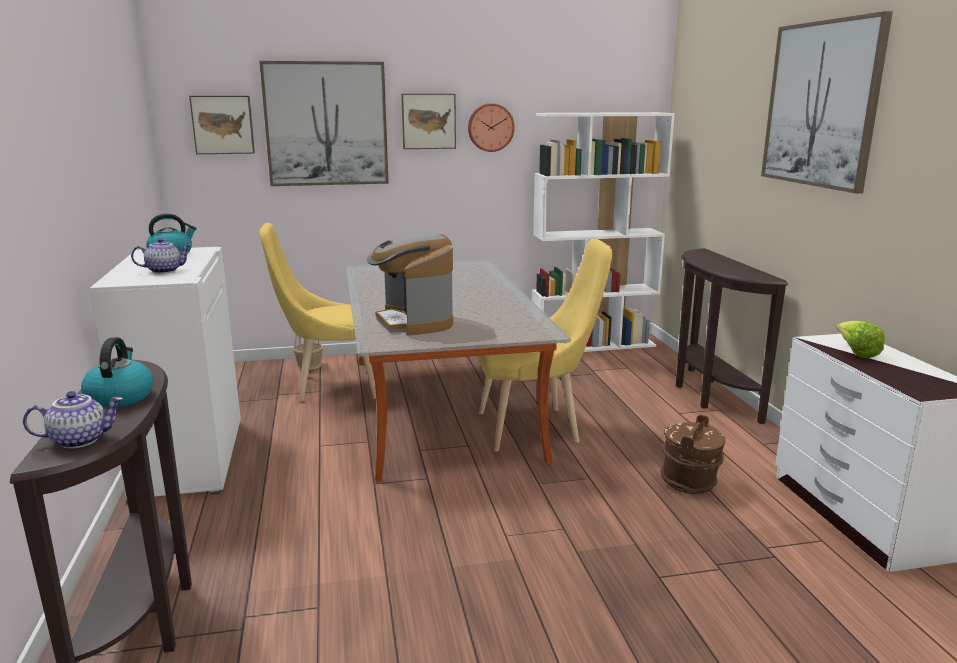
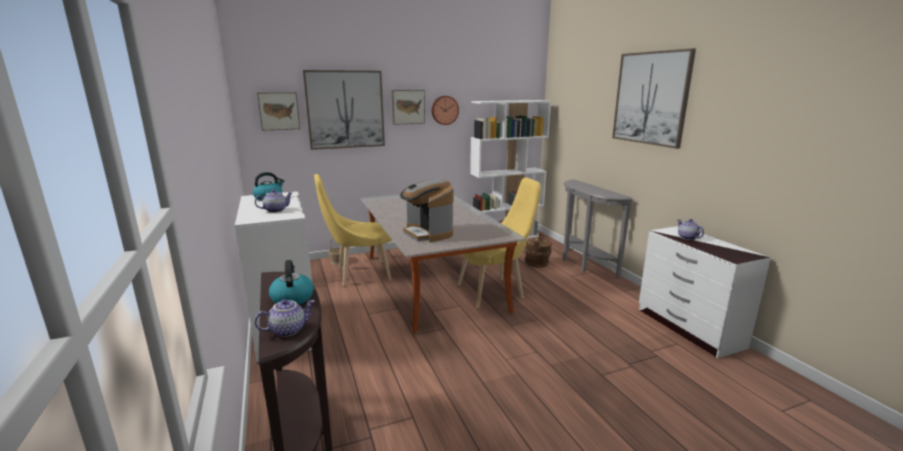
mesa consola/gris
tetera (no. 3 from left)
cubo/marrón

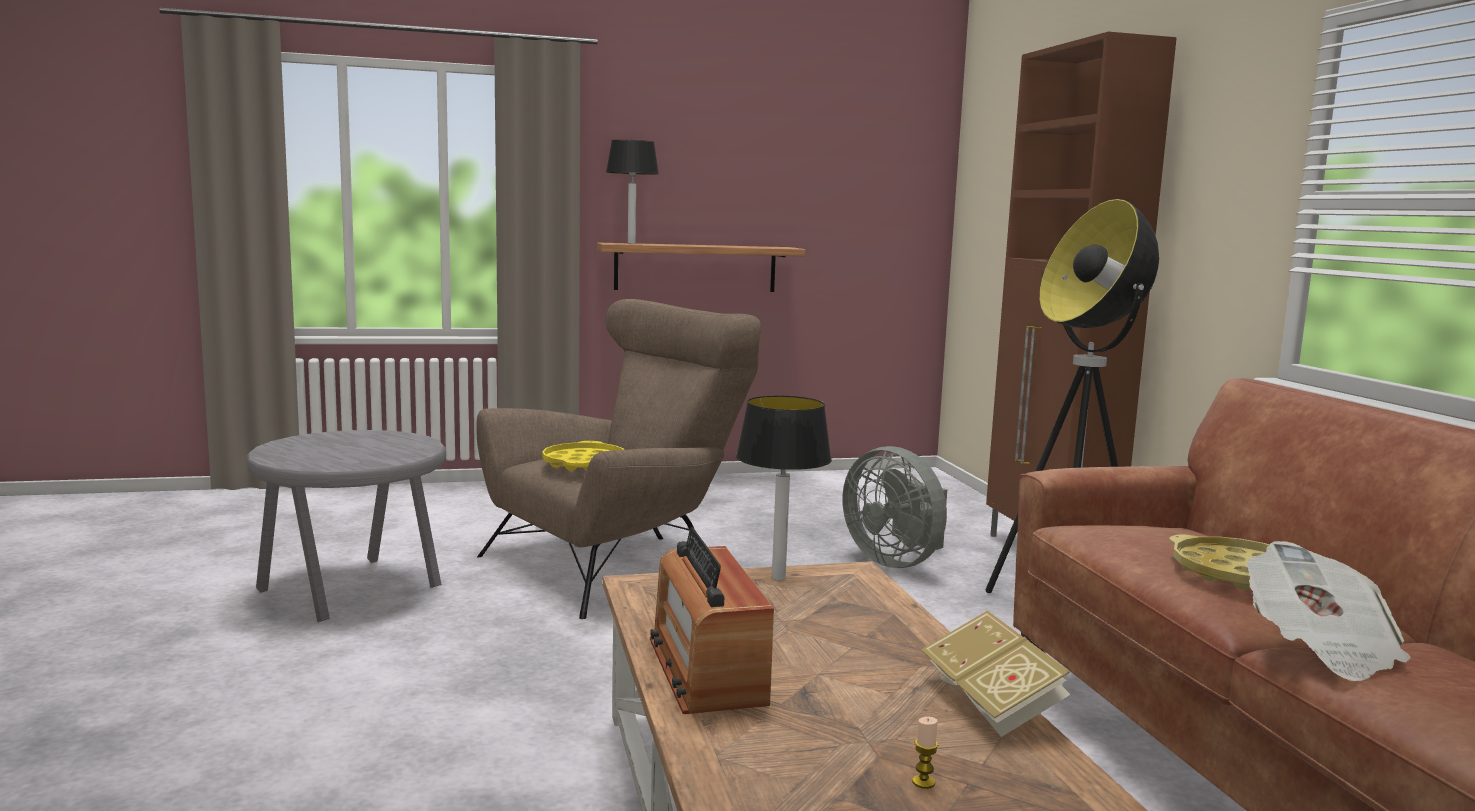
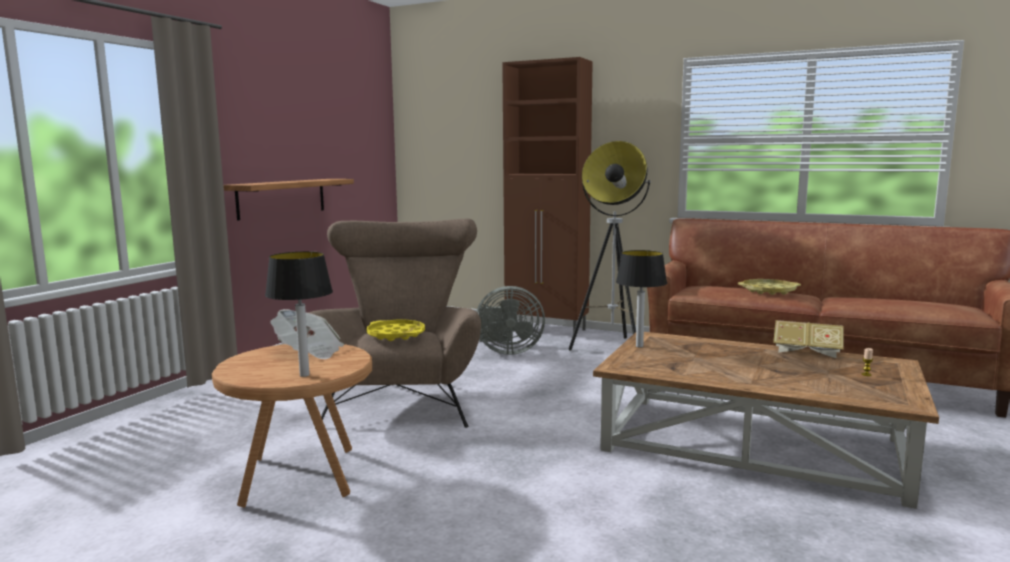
lámpara de mesa (no. 1 from left)
mesa auxiliar/marrón
radio
periódico

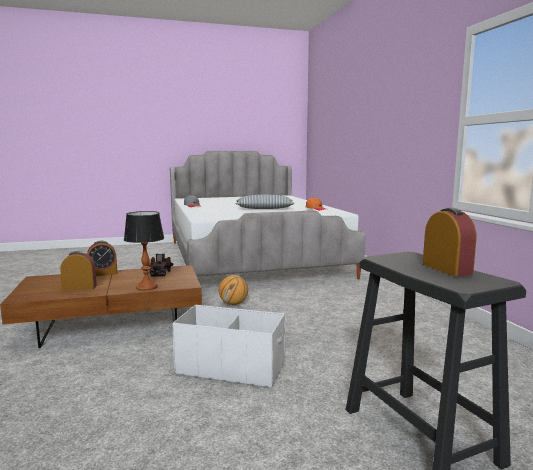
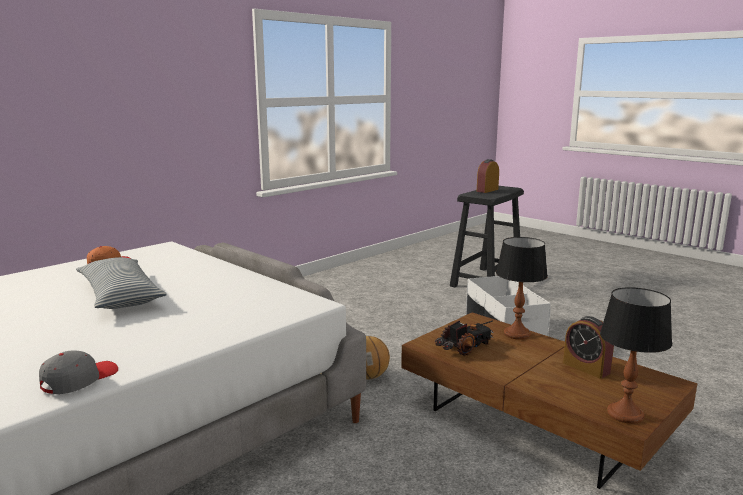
despertador (no. 2 from left in the first image)
lámpara de mesa (no. 2 from left)

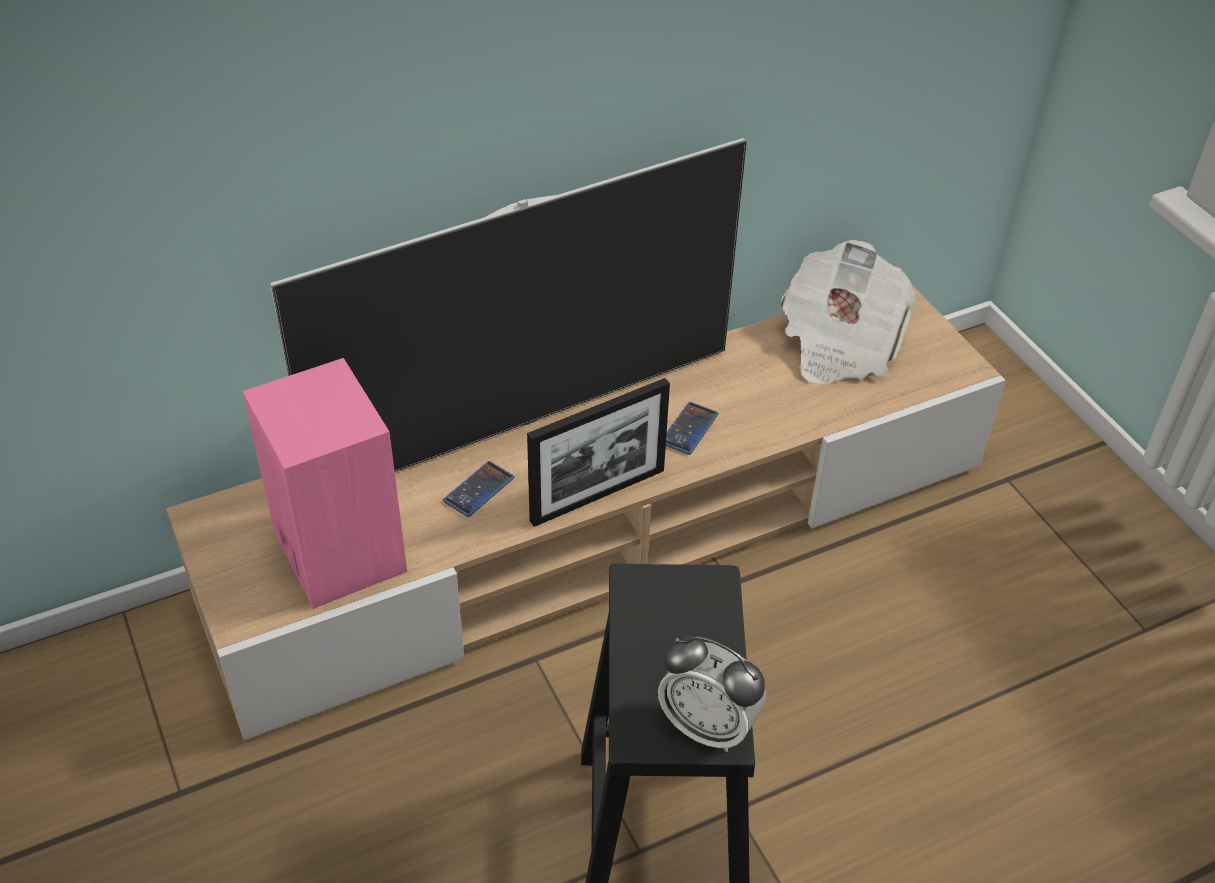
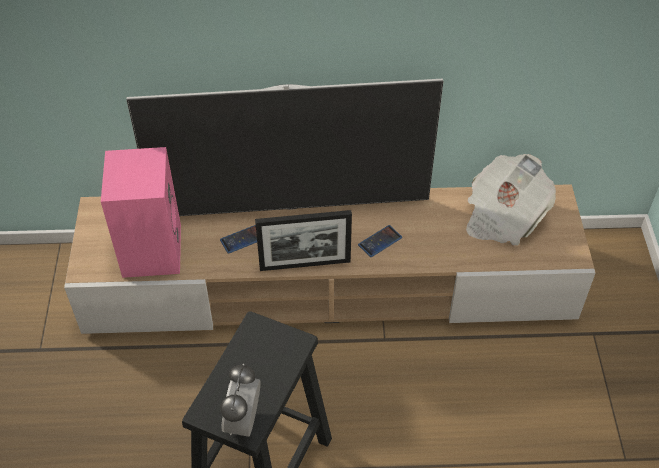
despertador

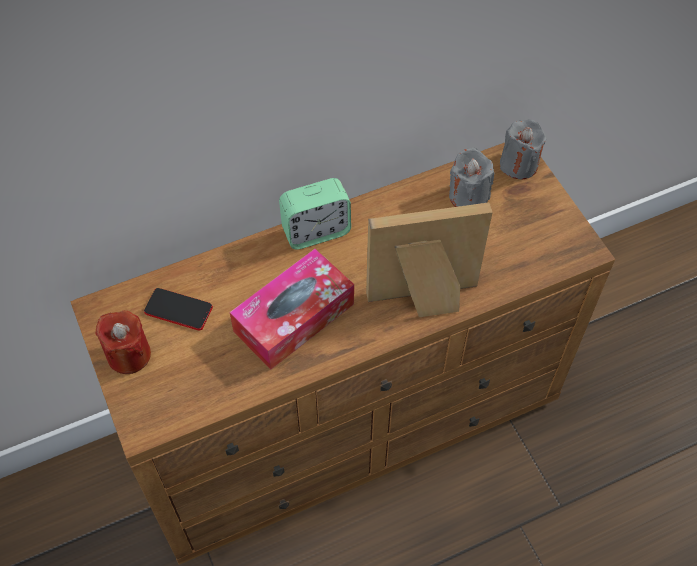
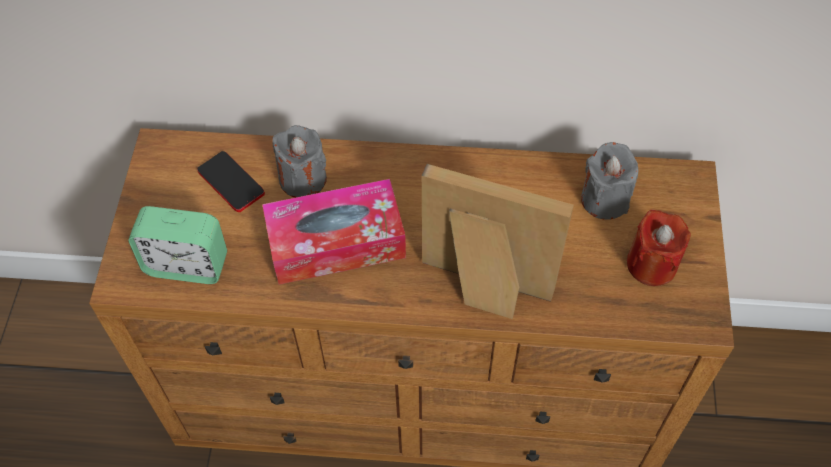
vela/gris (no. 1 from left)
despertador
vela/rojo

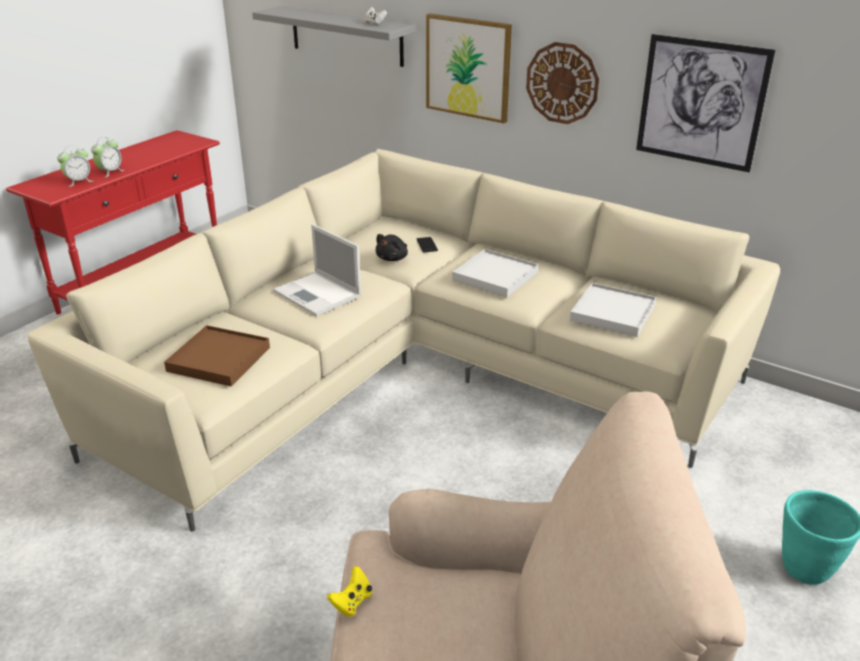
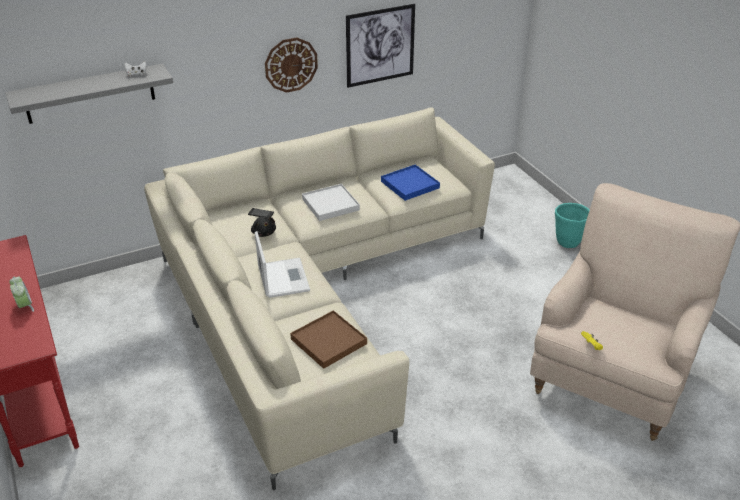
cuadro (no. 1 from left in the first image)
despertador (no. 1 from left in the first image)
portátil
bandeja/azul

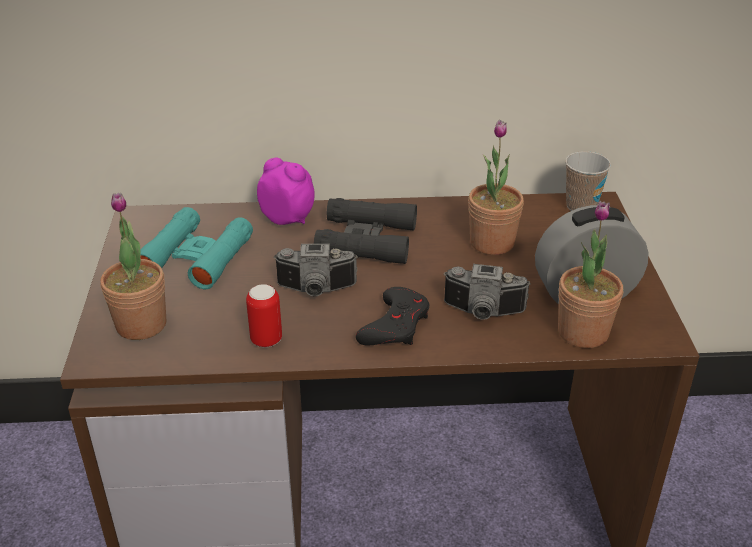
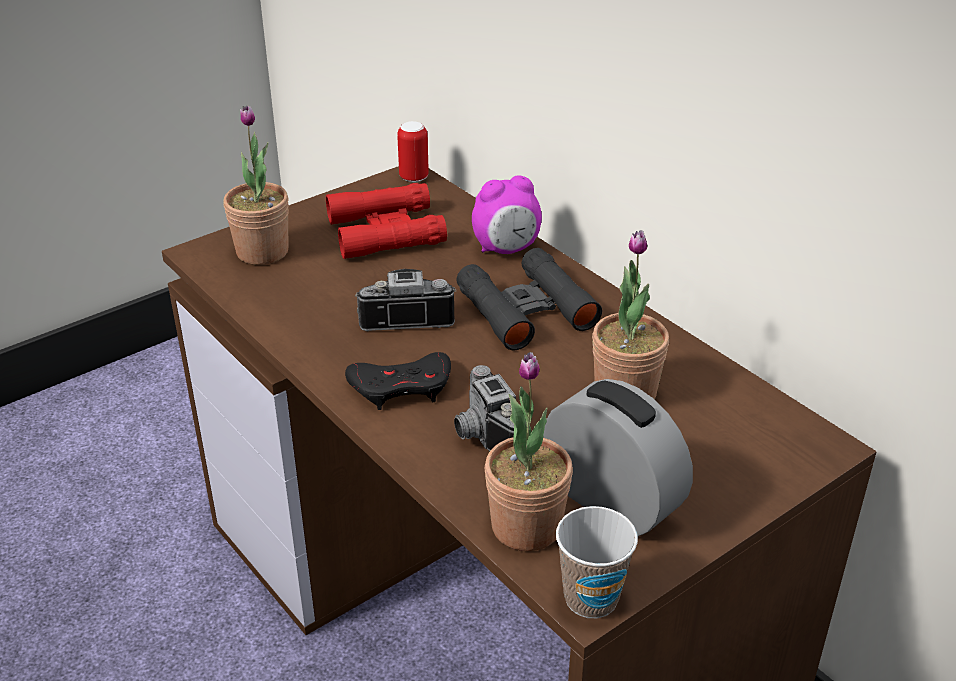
taza
despertador (no. 1 from left)
prismáticos/rojo
cámara (no. 1 from left)
lata

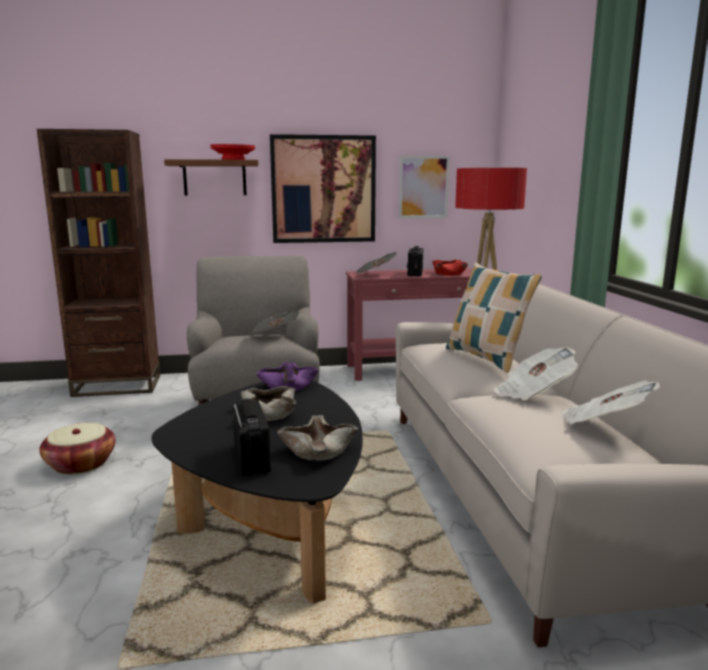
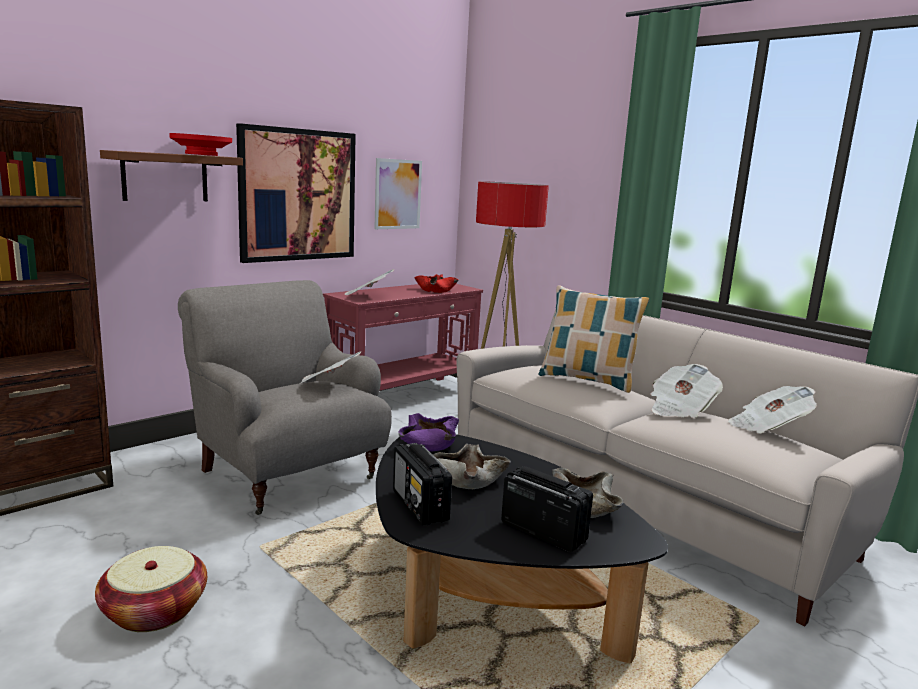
radio (no. 1 from left)

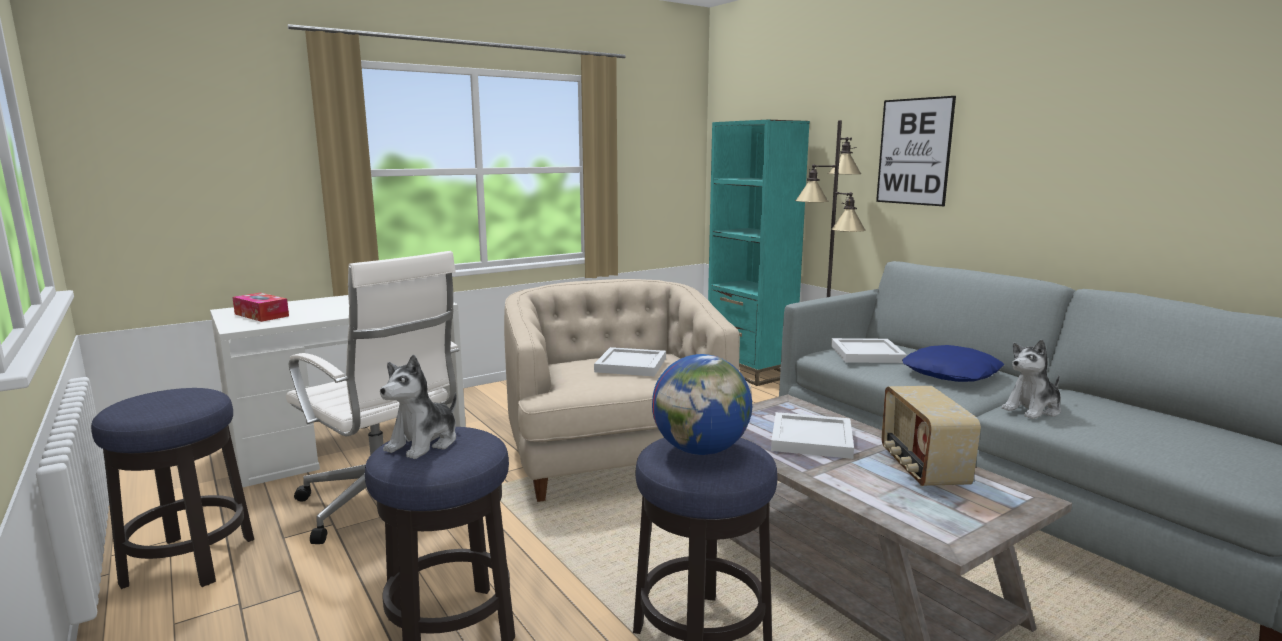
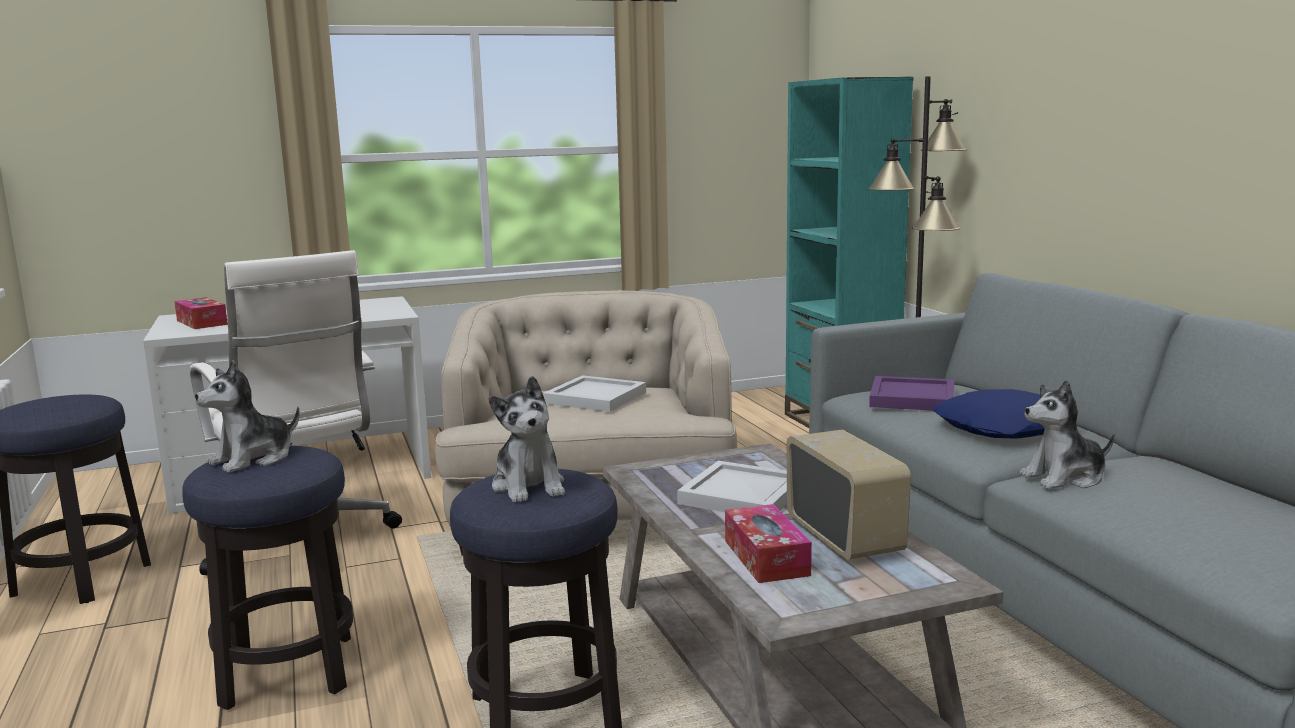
cuadro
bandeja/morado
peluche (no. 2 from left)
radio
caja de pañuelos (no. 2 from left)

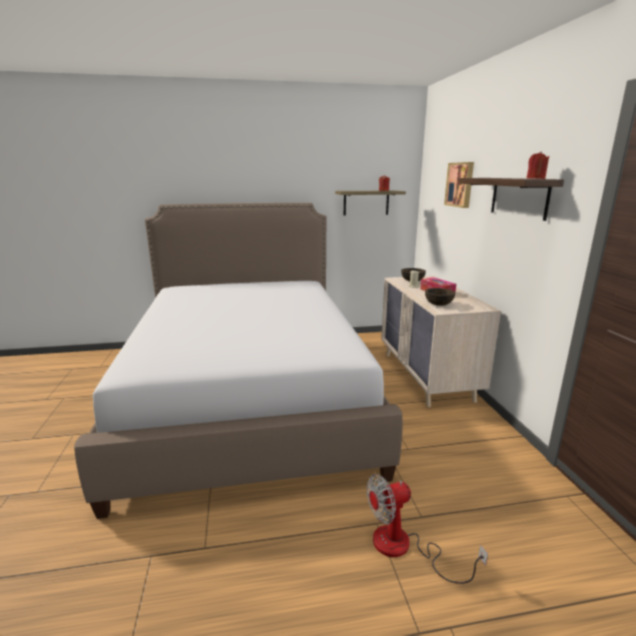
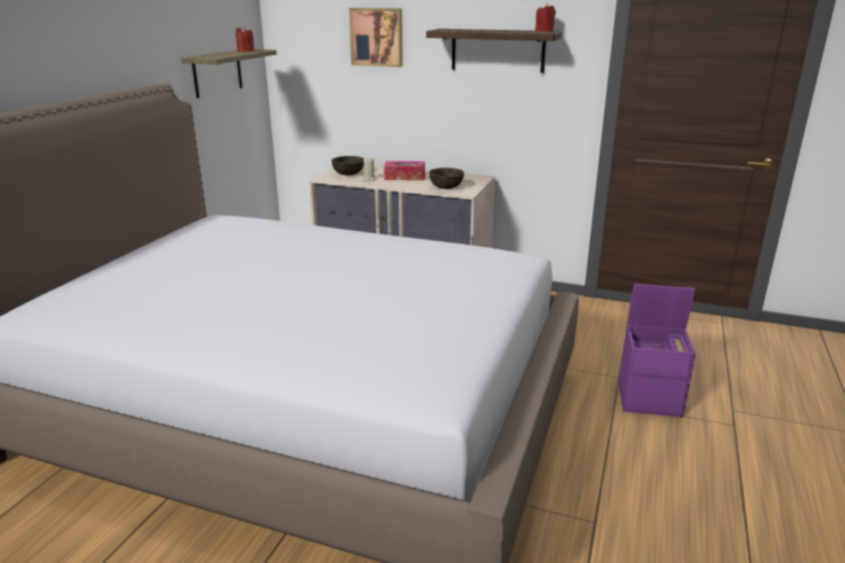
caja de almacenaje/morado

